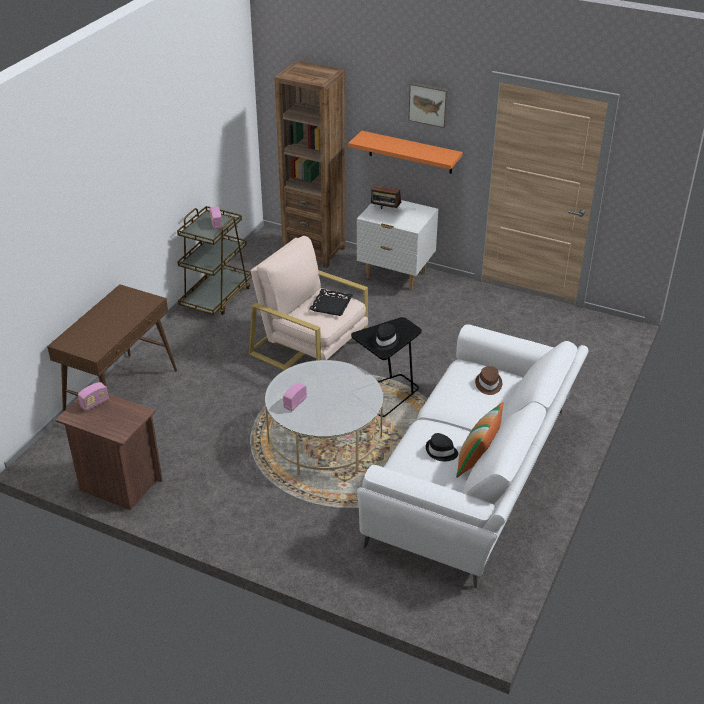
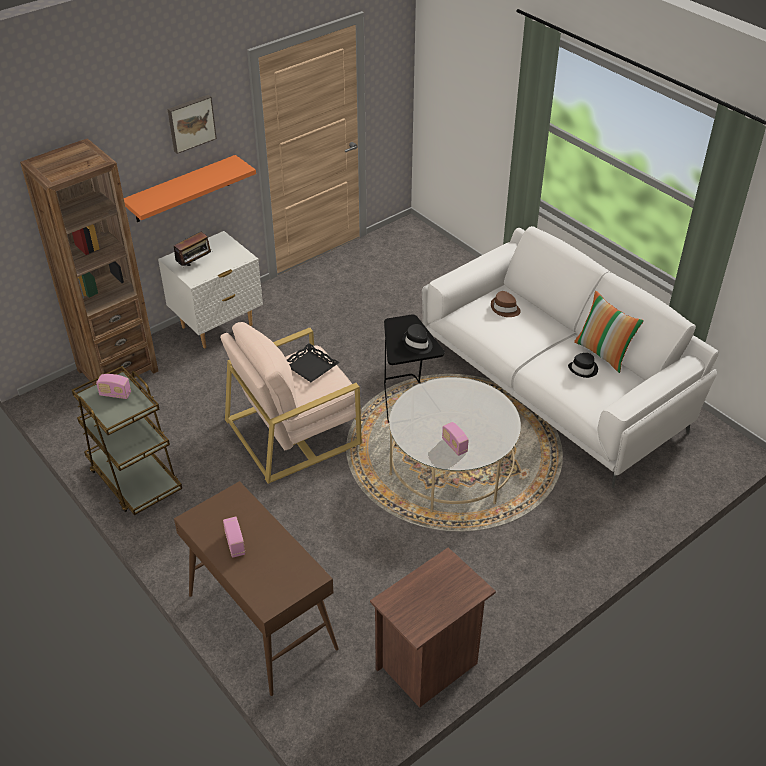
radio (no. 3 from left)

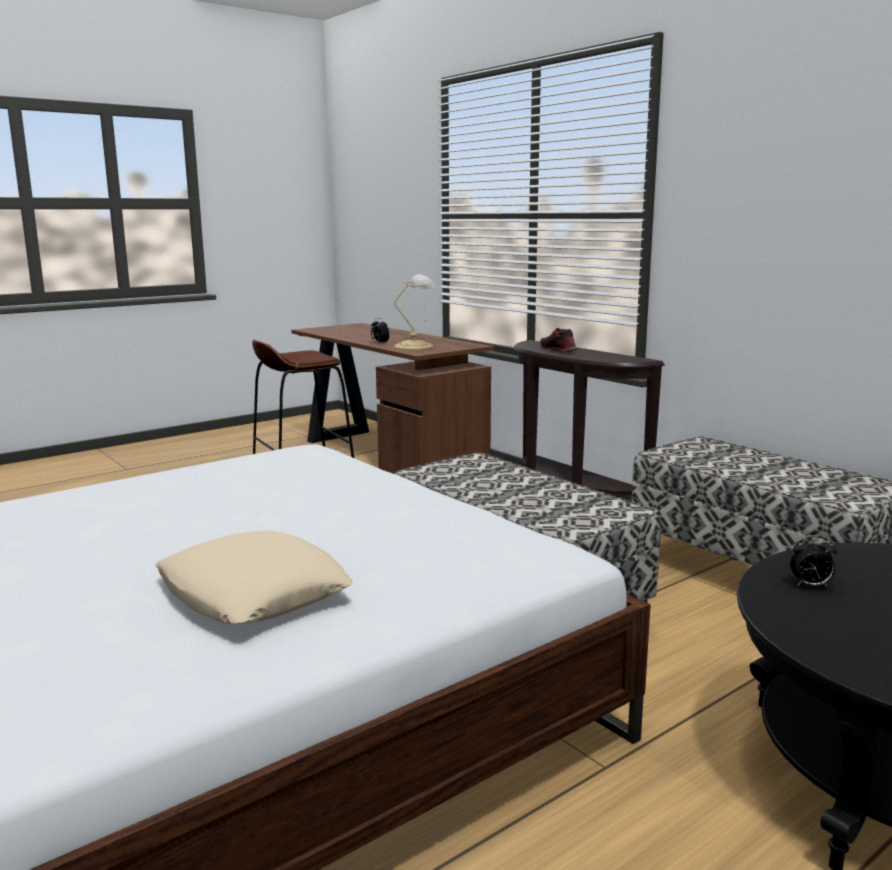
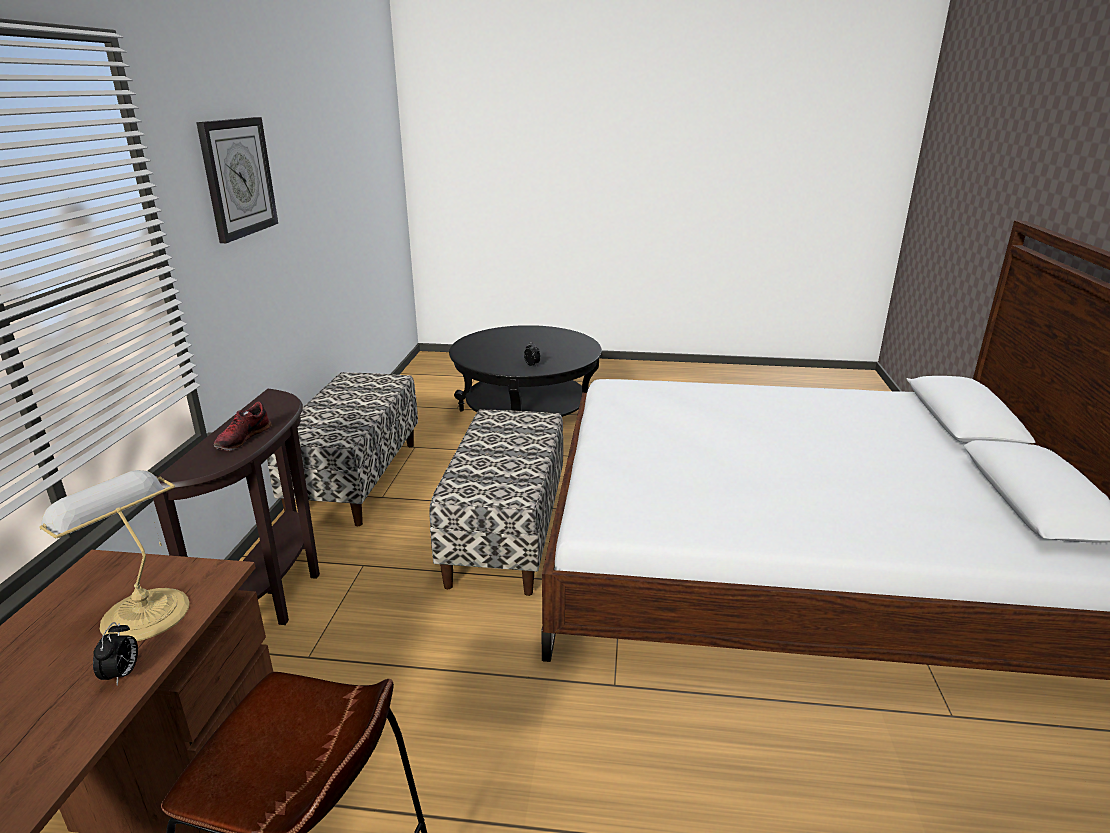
cojín/beis
reloj de pared

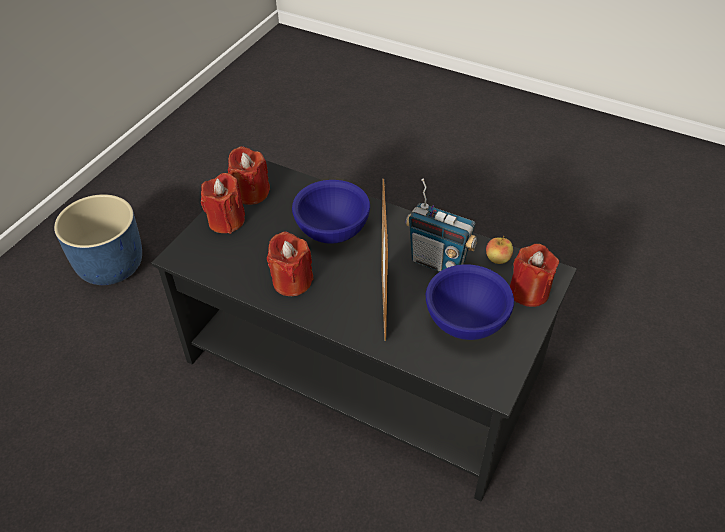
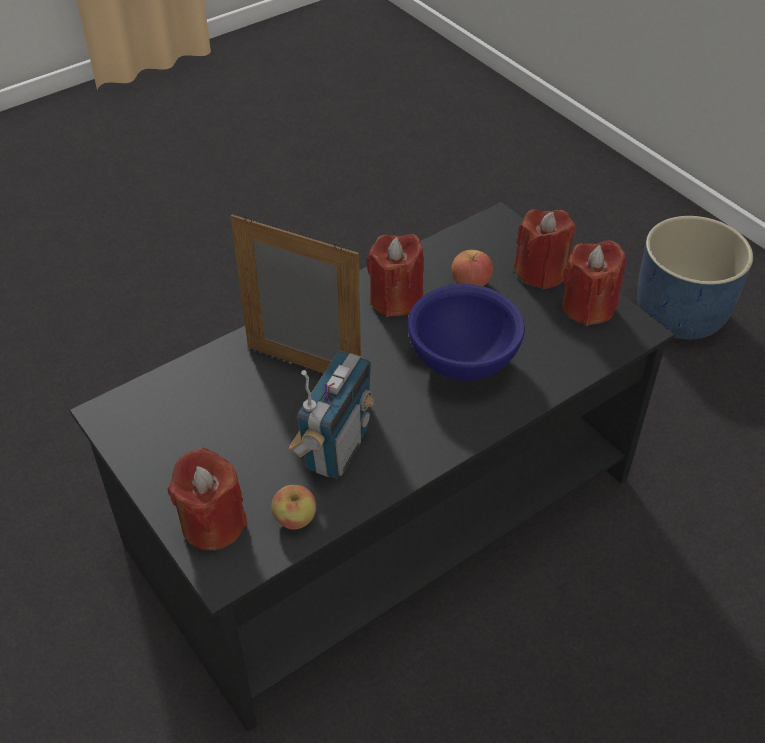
radio
cuenco/azul (no. 2 from left in the first image)
manzana (no. 2 from left)

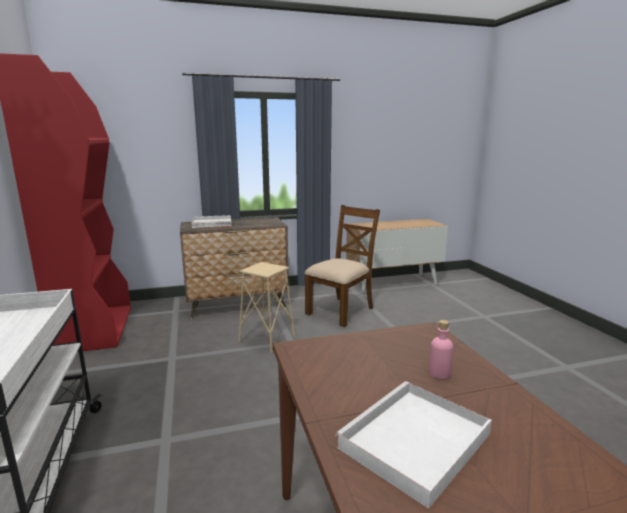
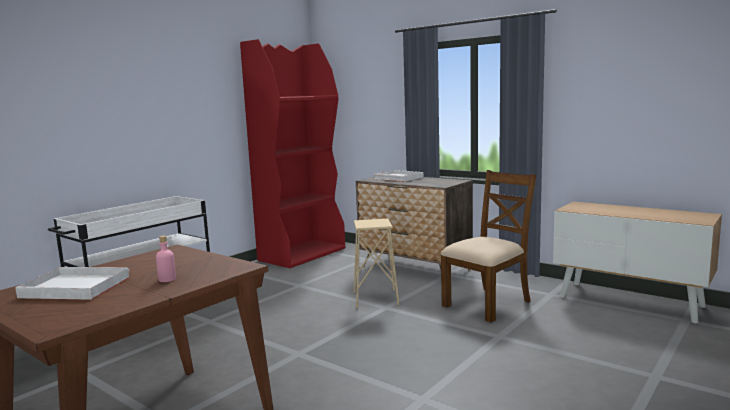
silla/marrón

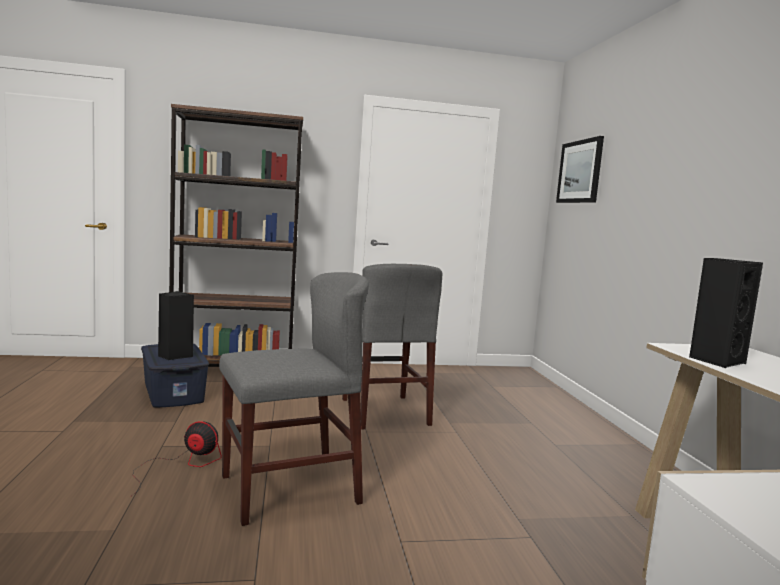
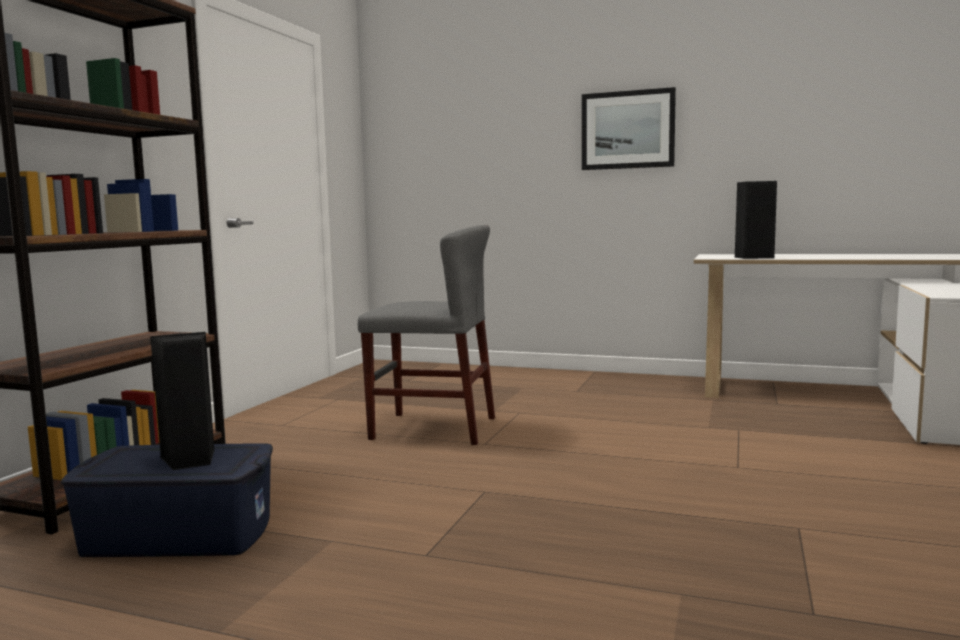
cuadro
silla/gris (no. 1 from left in the first image)
ventilador

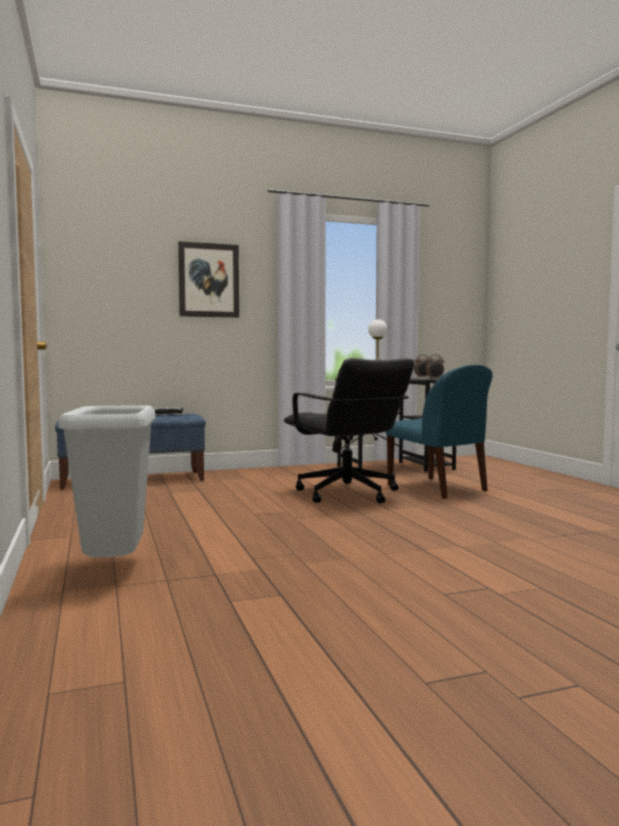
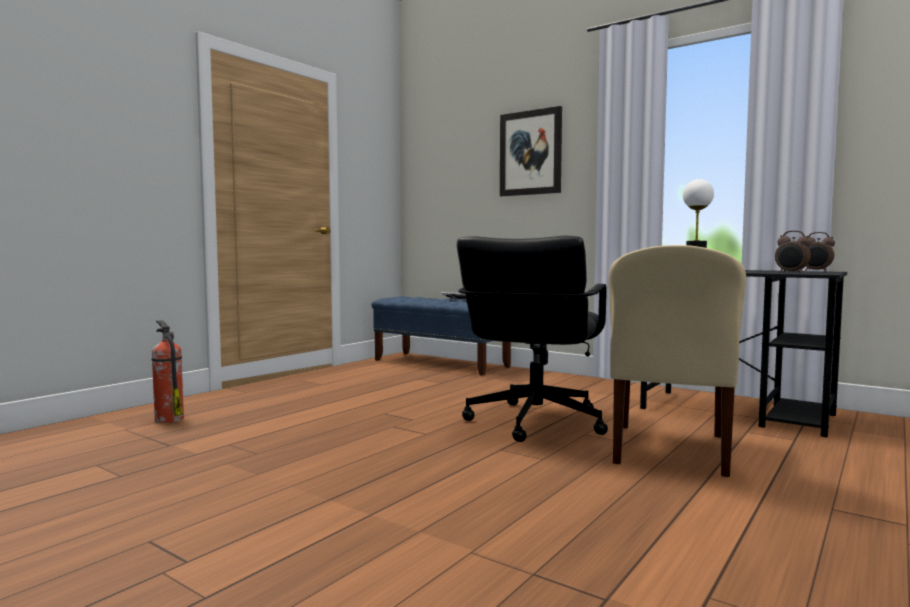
silla/beis
extintor

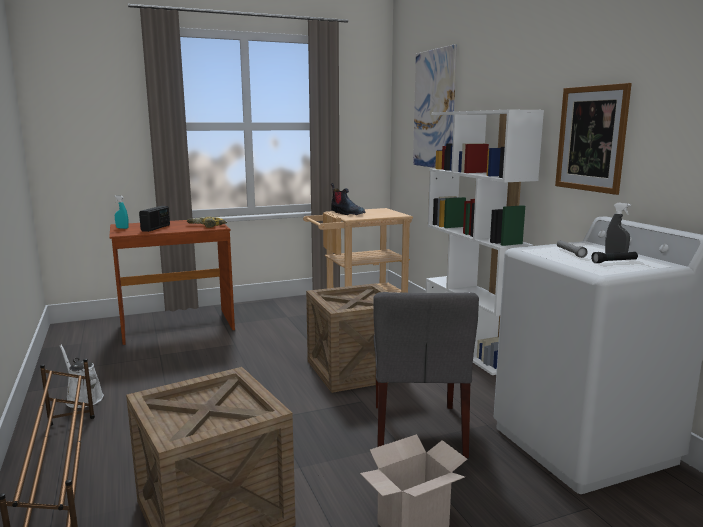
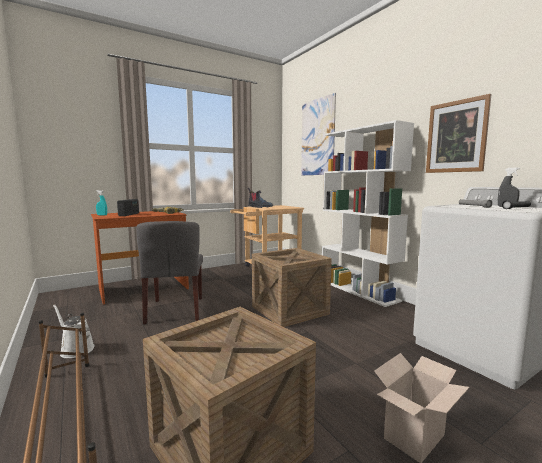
silla/gris

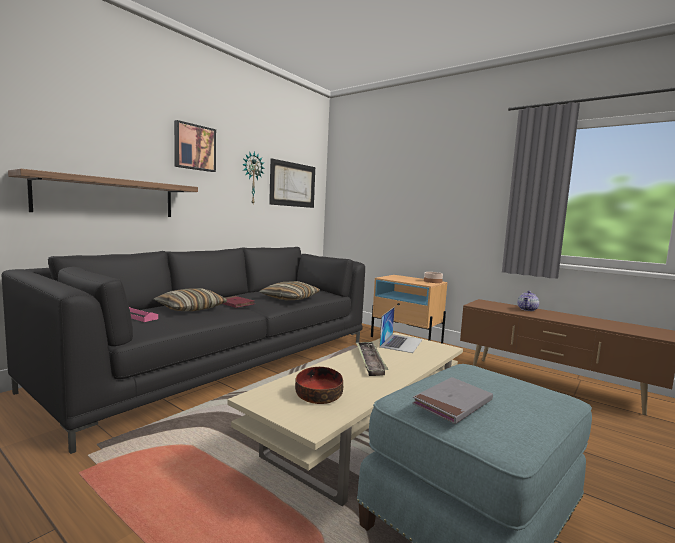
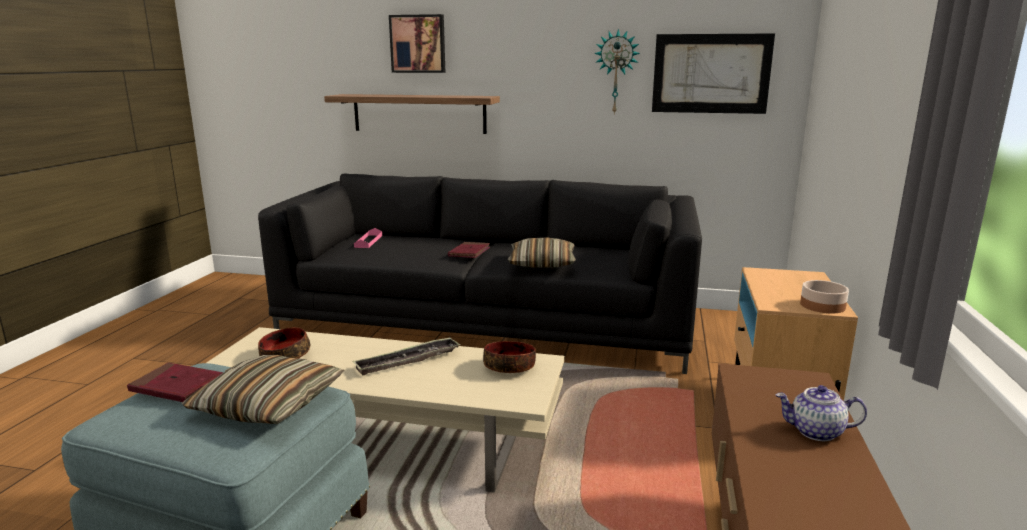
cuadro (no. 1 from left)
cojín (no. 1 from left)
cuenco (no. 2 from left)
libro/rojo (no. 1 from left)

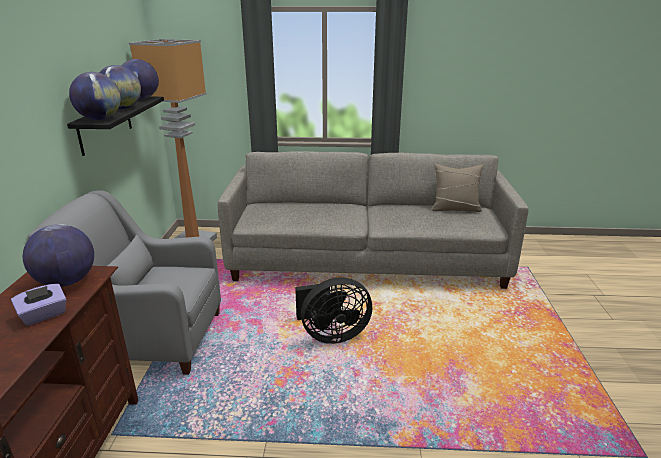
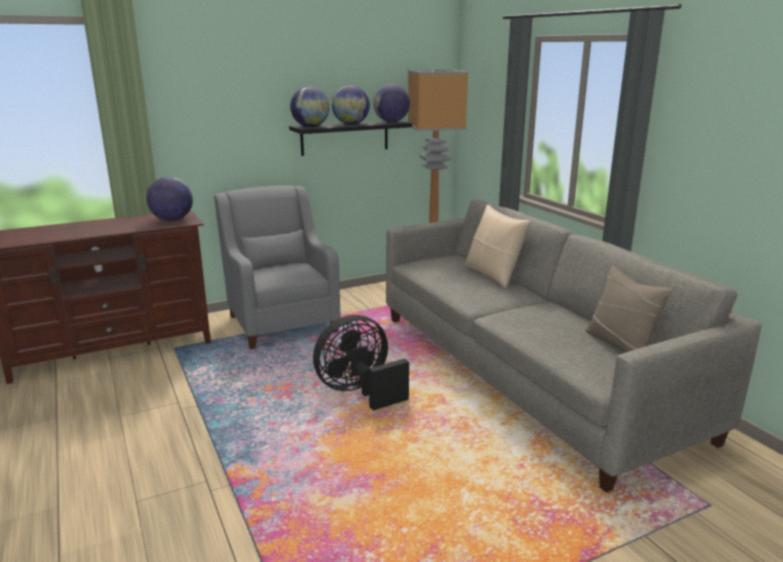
ventilador/negro
caja de pañuelos/morado
cojín/beis (no. 1 from left)

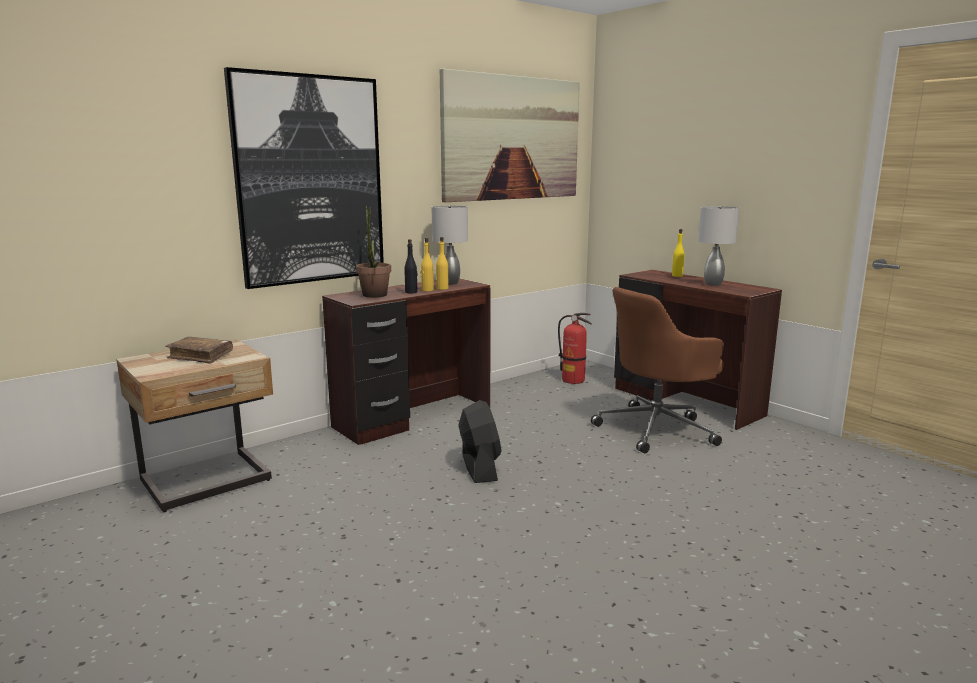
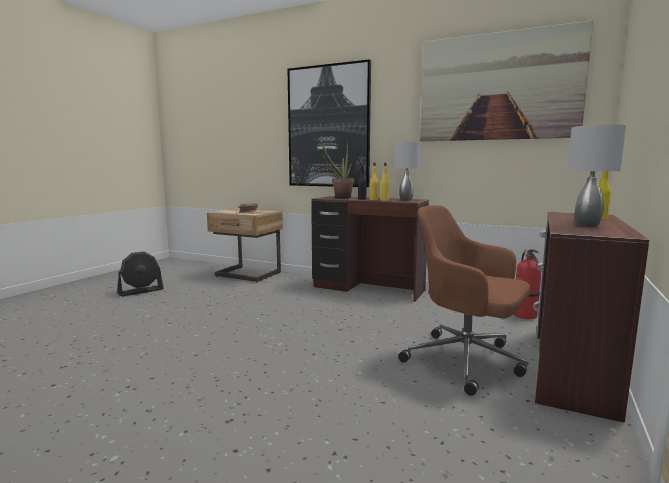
ventilador/negro

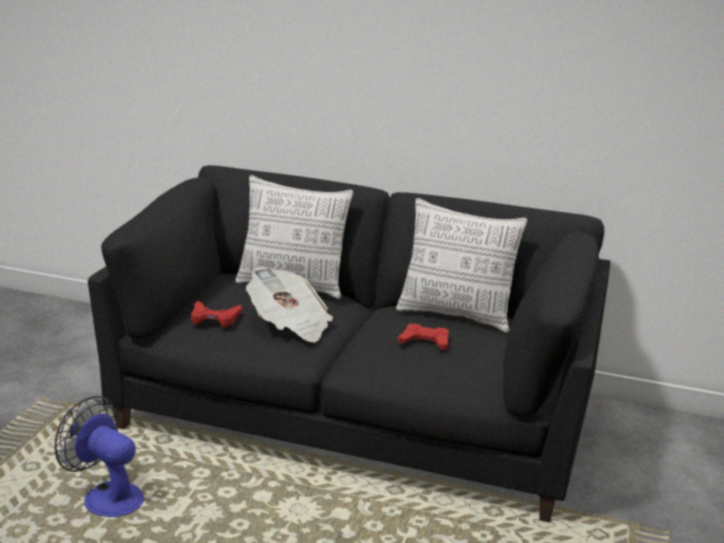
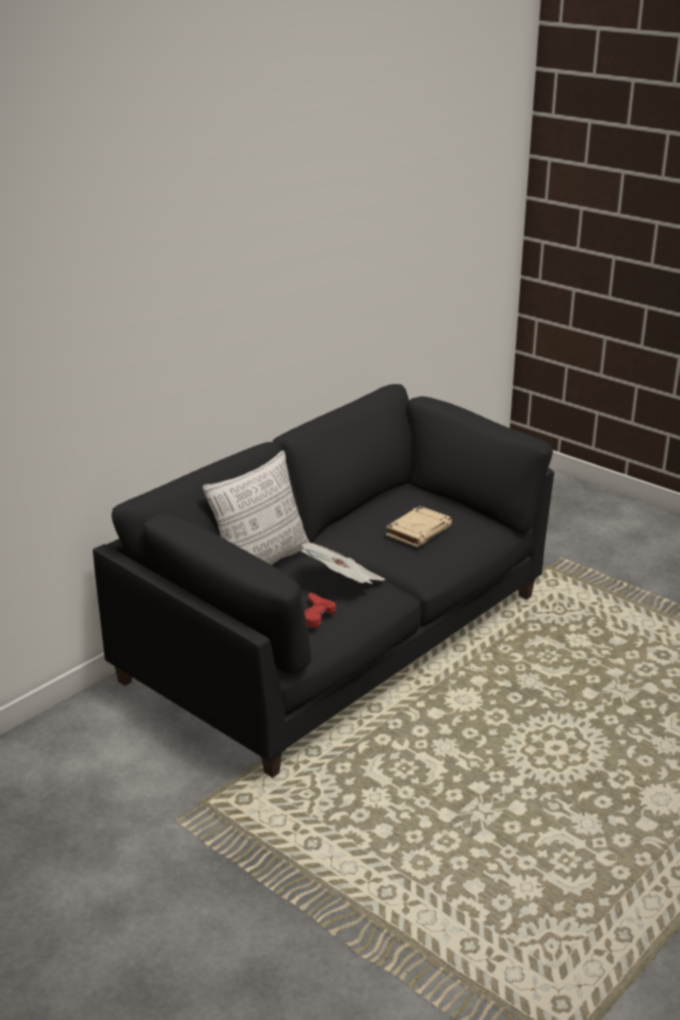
cojín (no. 2 from left in the first image)
libro/beis
ventilador

